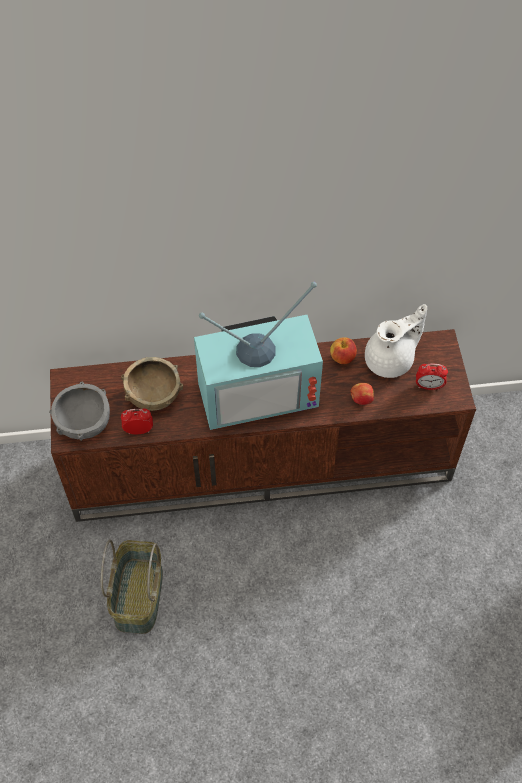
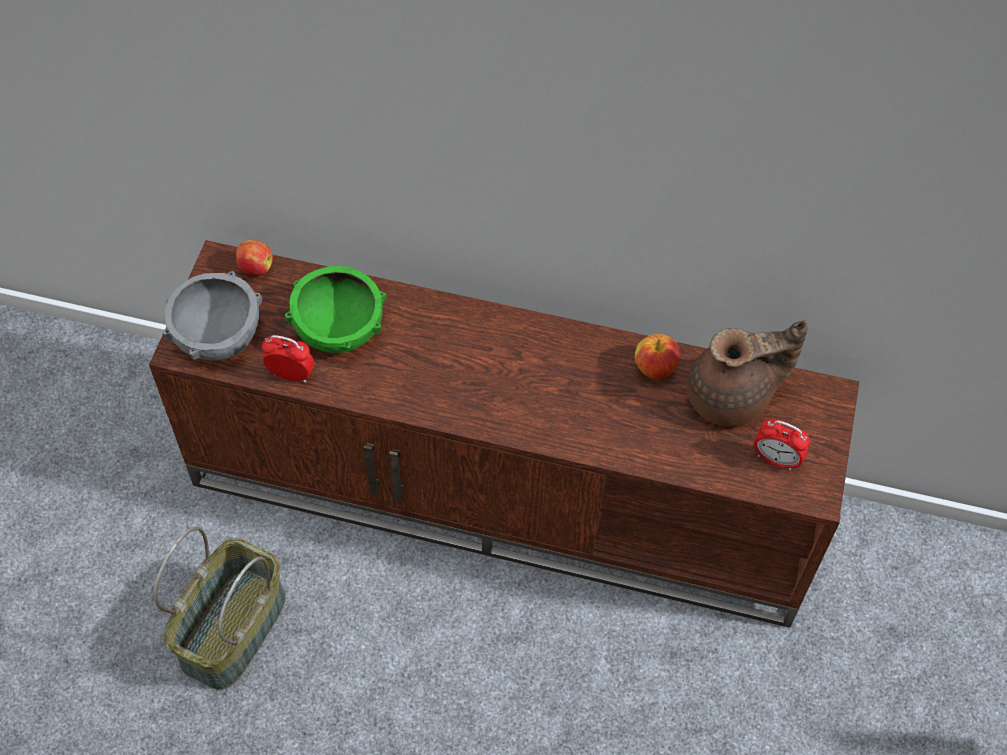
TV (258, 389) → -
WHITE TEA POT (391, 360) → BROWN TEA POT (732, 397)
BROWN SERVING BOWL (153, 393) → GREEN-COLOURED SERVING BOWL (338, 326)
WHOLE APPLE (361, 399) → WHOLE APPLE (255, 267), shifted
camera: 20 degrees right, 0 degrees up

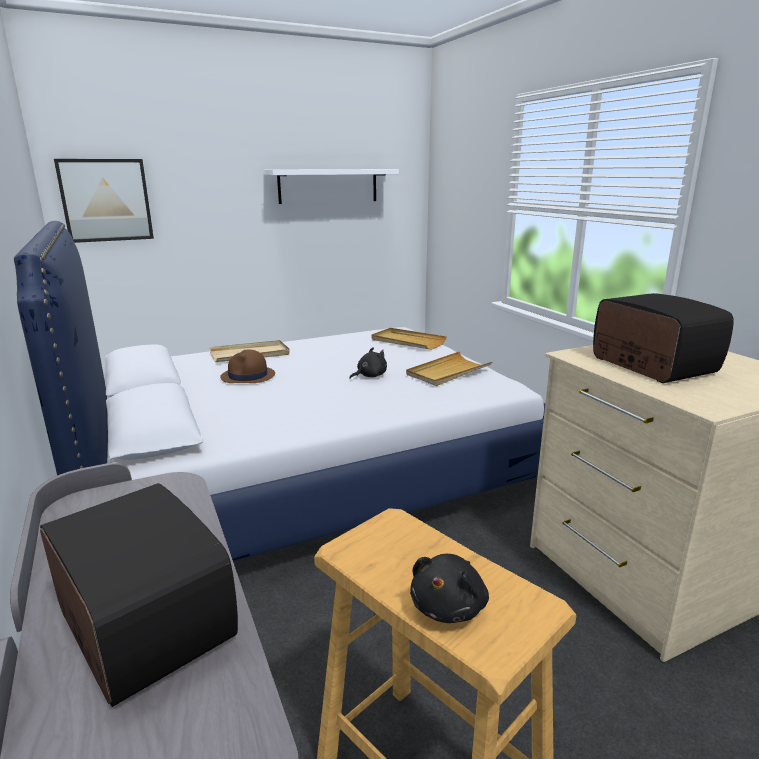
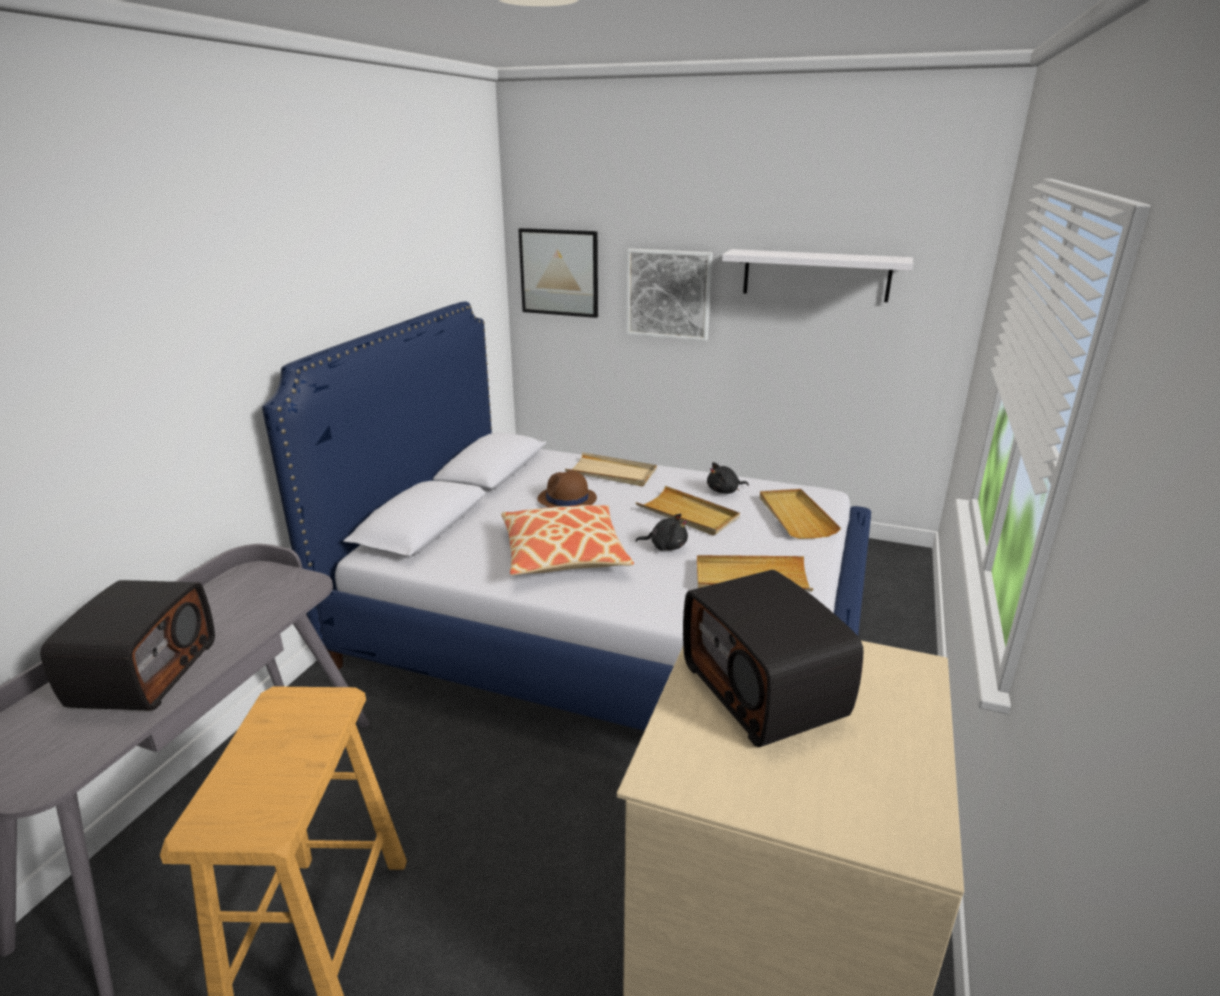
RADIO (650, 365) → RADIO (765, 689), 135 degrees clockwise
BLACK-COLOURED CUDDLY TOY (450, 606) → BLACK-COLOURED CUDDLY TOY (724, 491), shifted
- → WALL PICTURE (668, 294)
- → BEIGE-COLOURED TRAY (688, 514)
- → THROW PILLOW (564, 553)
camera: 45 degrees right, 5 degrees up

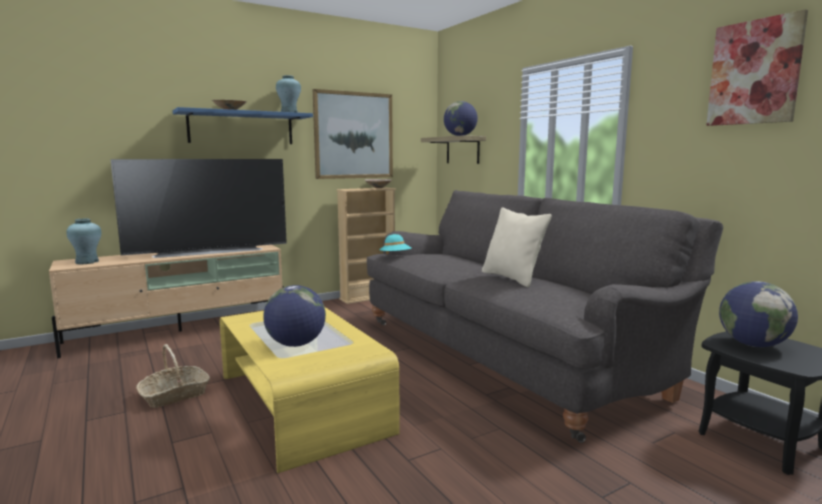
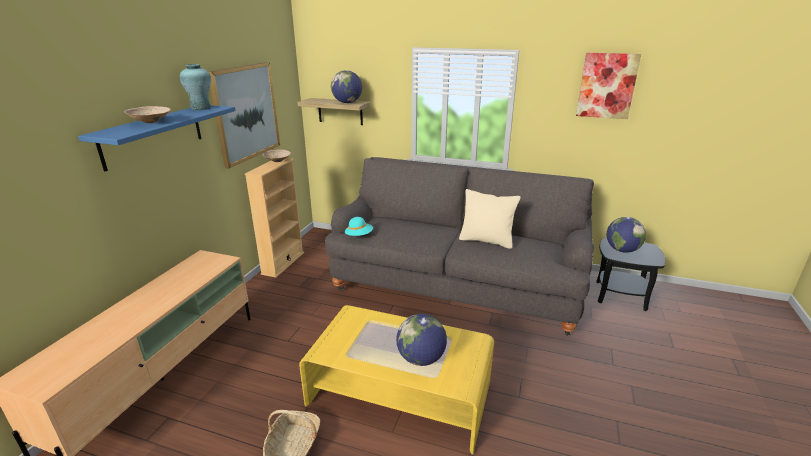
TV (208, 251) → -
TURQUOISE-COLOURED DECORATIVE VASE (87, 262) → -
camera: 40 degrees left, 15 degrees up

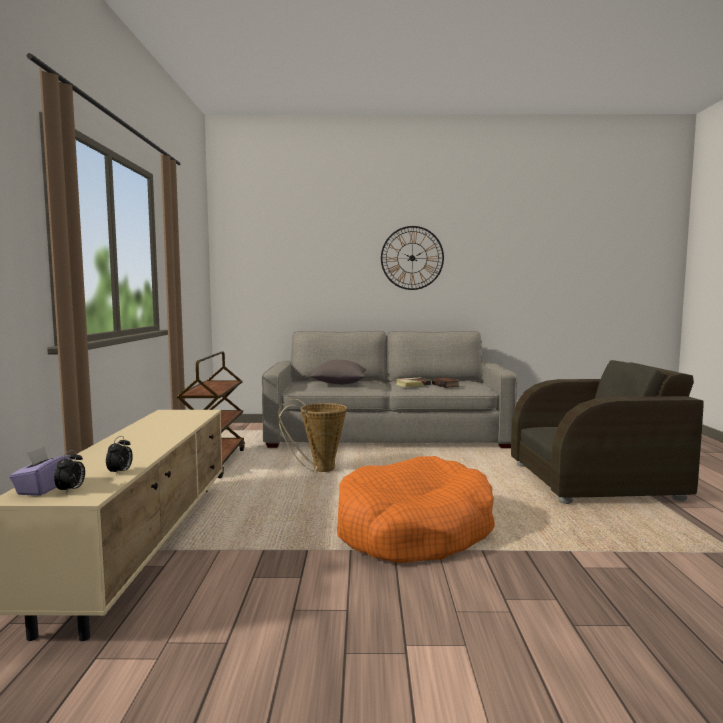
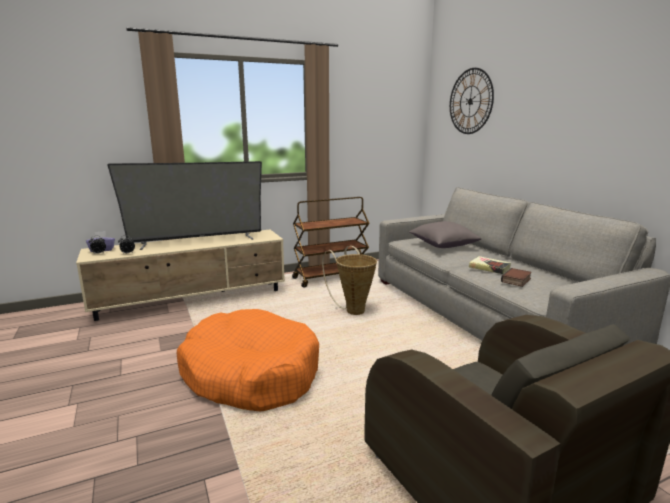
HANGING CLOCK (412, 258) → HANGING CLOCK (470, 101), shifted
- → TV (197, 241)
camera: 65 degrees right, 10 degrees up

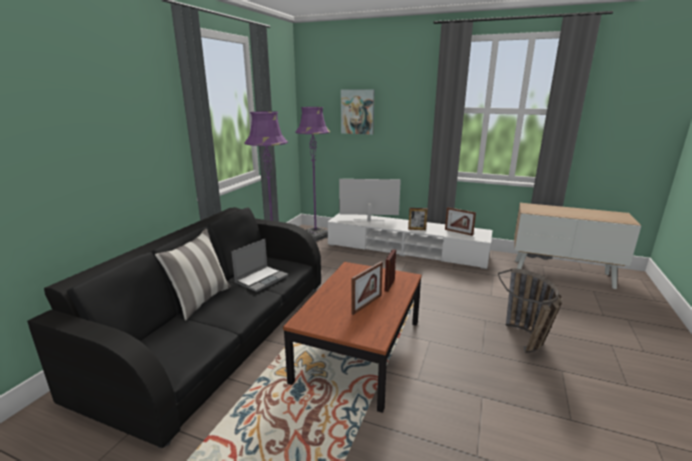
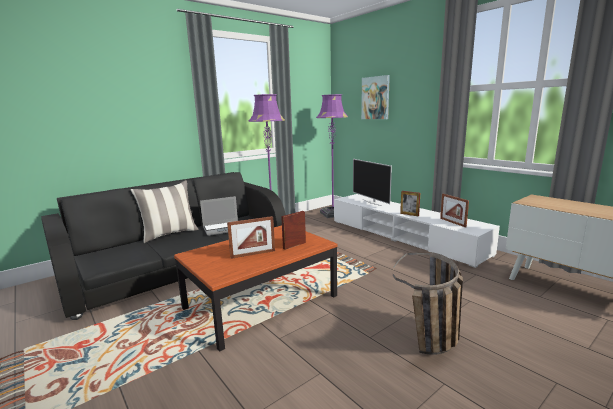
TV (368, 220) → TV (372, 202), 150 degrees counterclockwise
camera: 30 degrees right, 5 degrees down

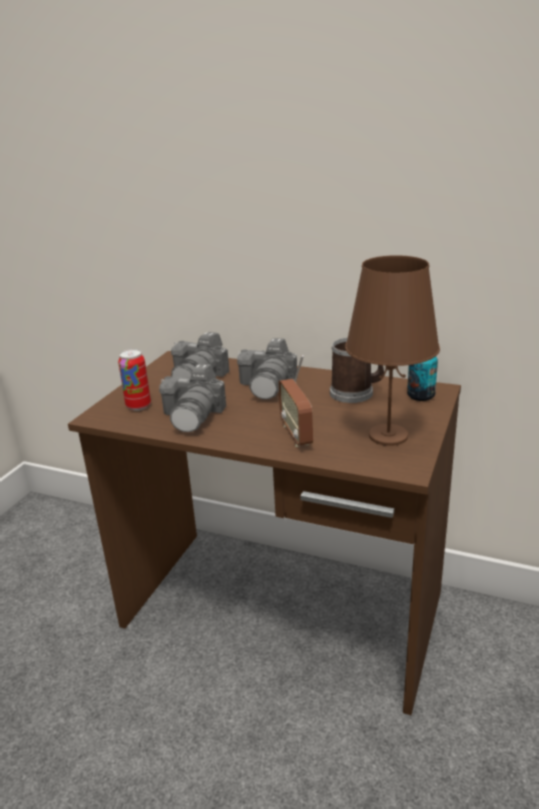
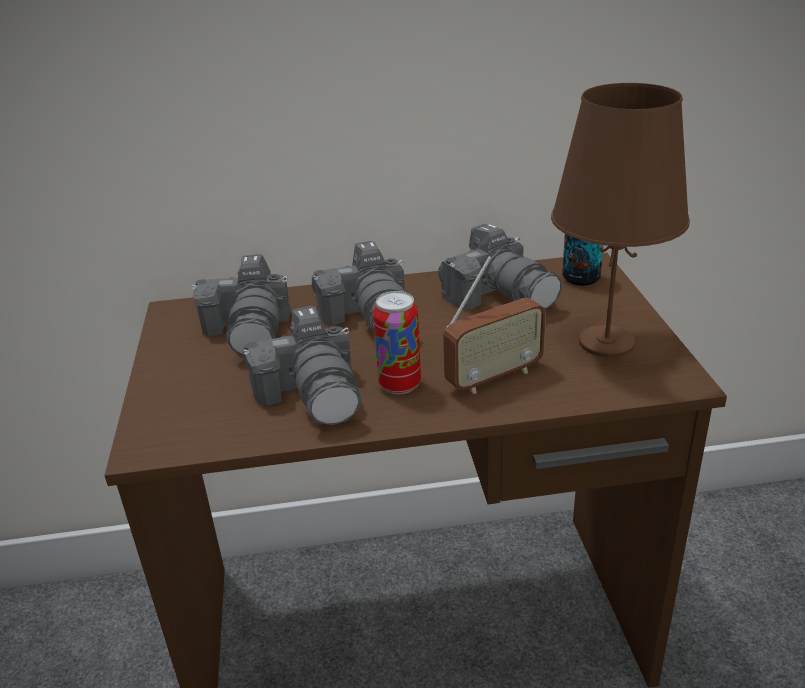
MUG (356, 392) → STILL CAMERA (500, 295)
CAN (138, 406) → CAN (399, 385), shifted
RADIO (296, 435) → RADIO (493, 377), 75 degrees counterclockwise
camera: 30 degrees left, 5 degrees up

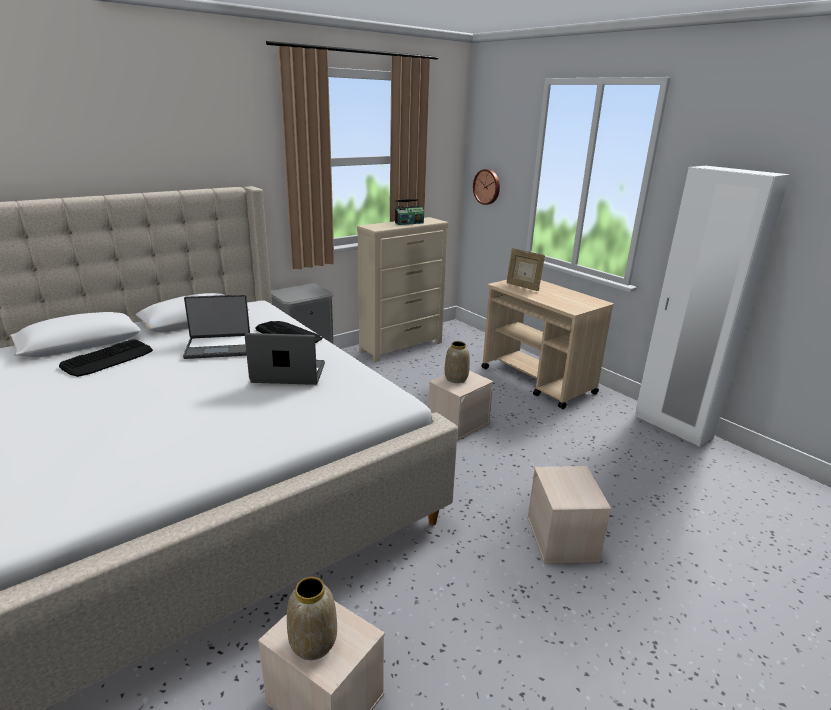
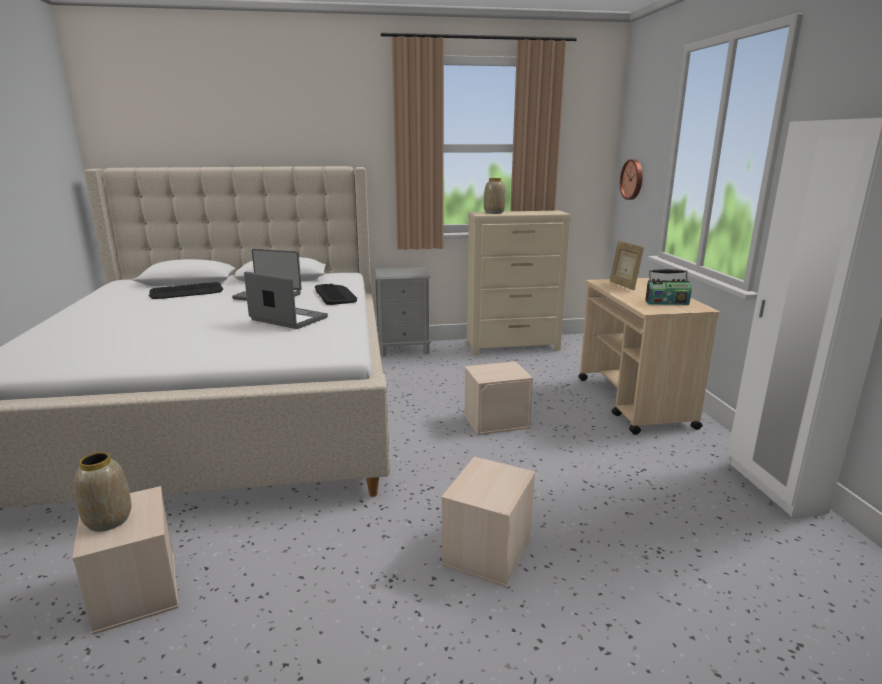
RADIO (409, 223) → RADIO (666, 302), shifted
DECORATIVE VASE (456, 379) → DECORATIVE VASE (494, 213), shifted
camera: 30 degrees right, 5 degrees down

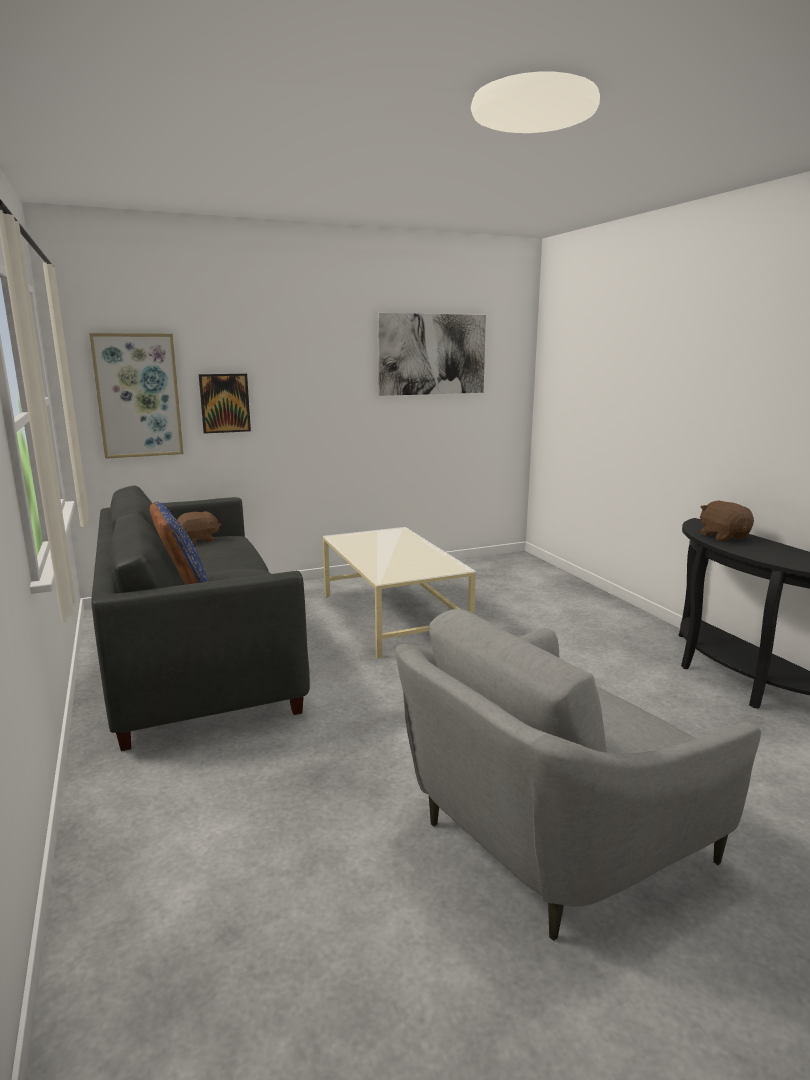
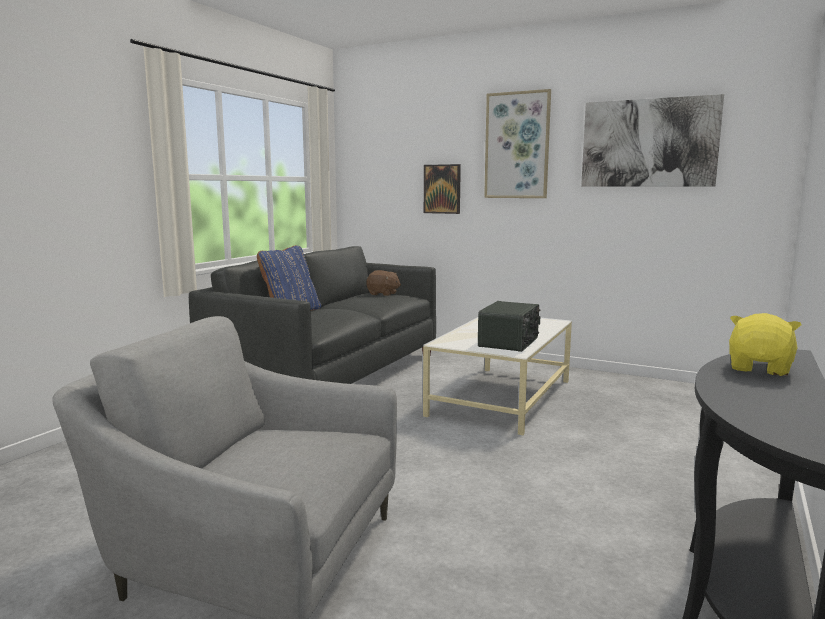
WALL PICTURE (138, 396) → WALL PICTURE (517, 145), shifted
BROWN CUDDLY TOY (723, 536) → YELLOW-COLOURED CUDDLY TOY (760, 368)
- → RADIO (509, 342)
camera: 50 degrees right, 5 degrees down

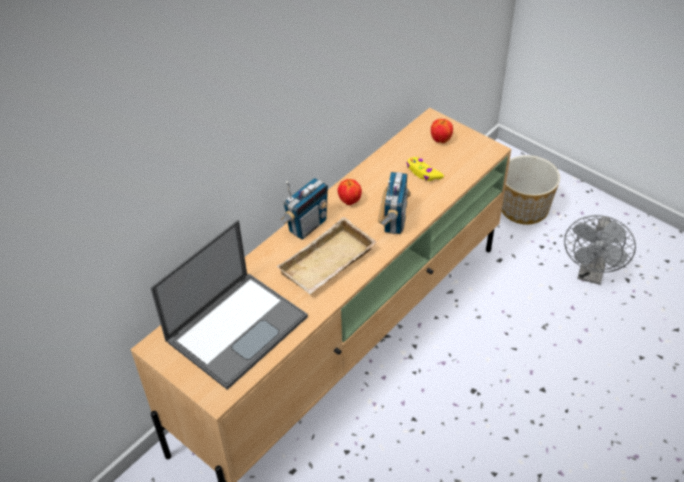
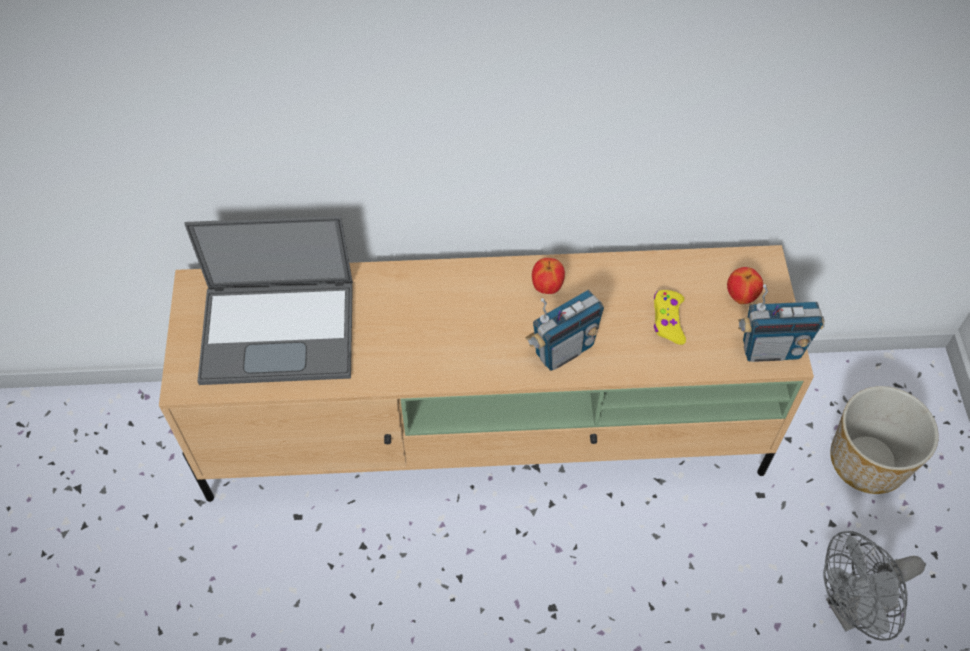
RADIO (307, 226) → RADIO (770, 349), shifted
BEIGE-COLOURED TRAY (328, 264) → -
camera: 45 degrees right, 10 degrees up

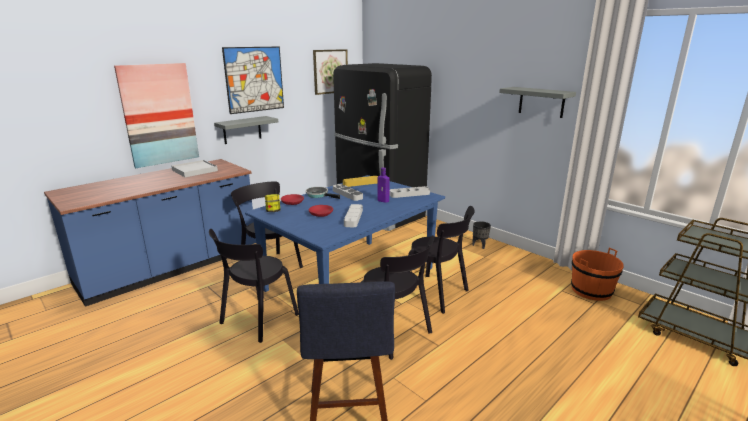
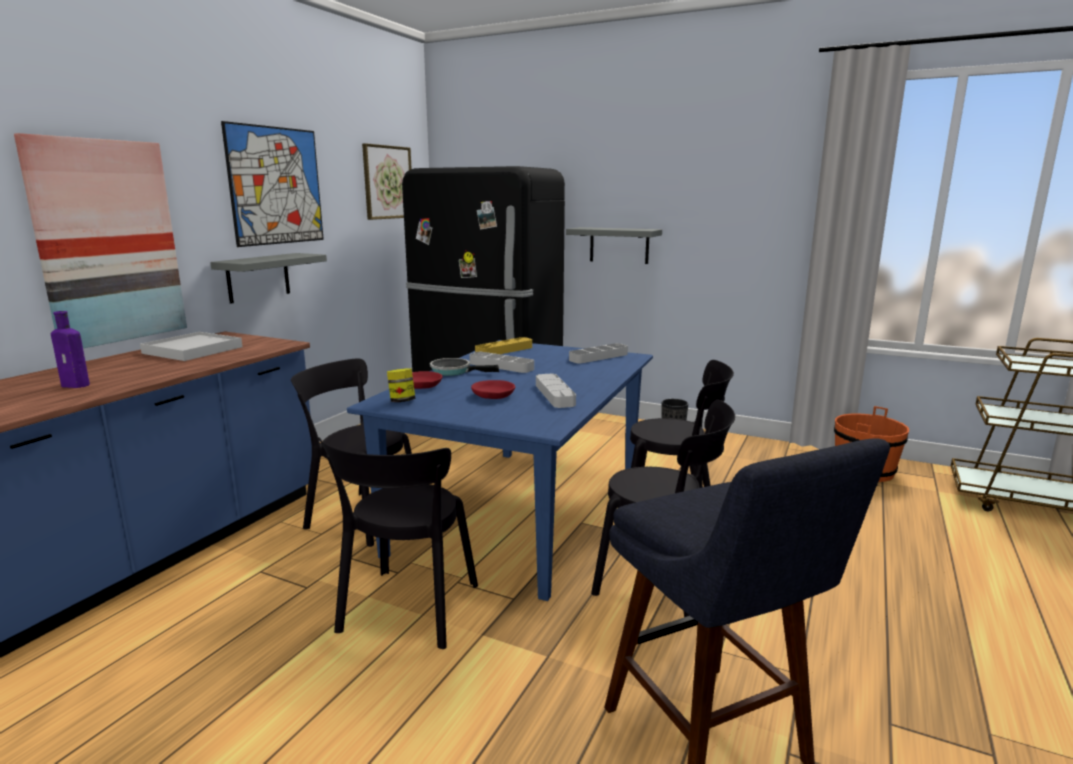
GREYISH BRACKET SHELF (541, 102) → GREYISH BRACKET SHELF (619, 245), shifted
PURPLE-COLOURED BOTTLE (384, 201) → PURPLE-COLOURED BOTTLE (77, 385), shifted
camera: 20 degrees left, 5 degrees down

